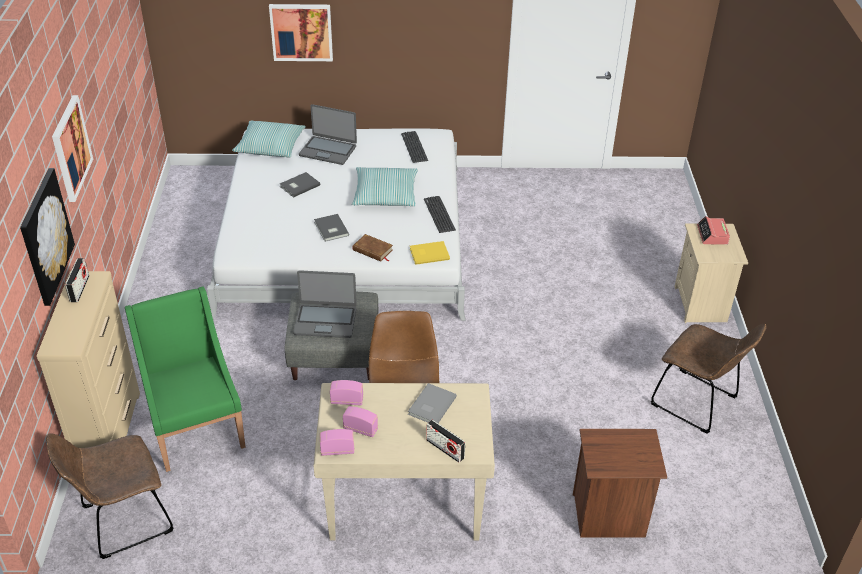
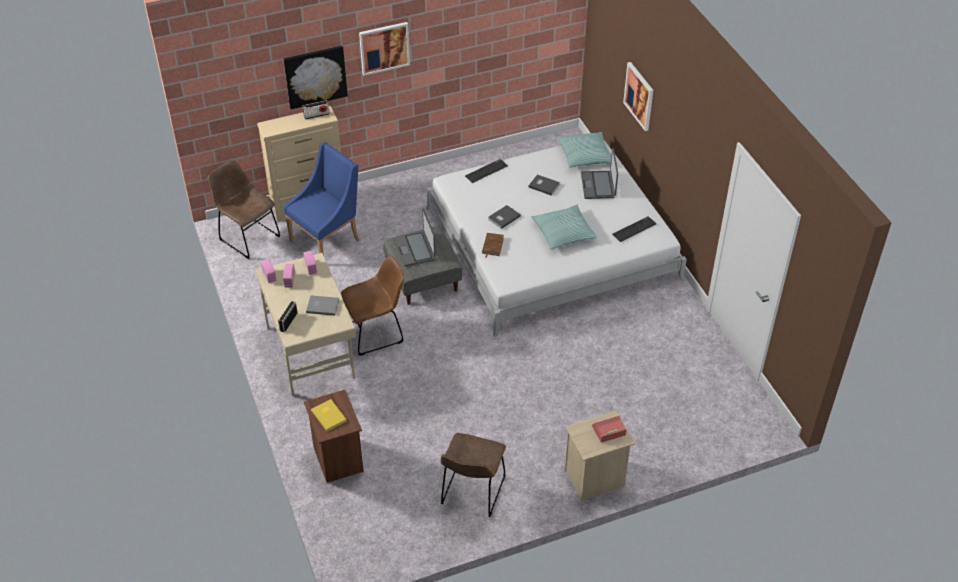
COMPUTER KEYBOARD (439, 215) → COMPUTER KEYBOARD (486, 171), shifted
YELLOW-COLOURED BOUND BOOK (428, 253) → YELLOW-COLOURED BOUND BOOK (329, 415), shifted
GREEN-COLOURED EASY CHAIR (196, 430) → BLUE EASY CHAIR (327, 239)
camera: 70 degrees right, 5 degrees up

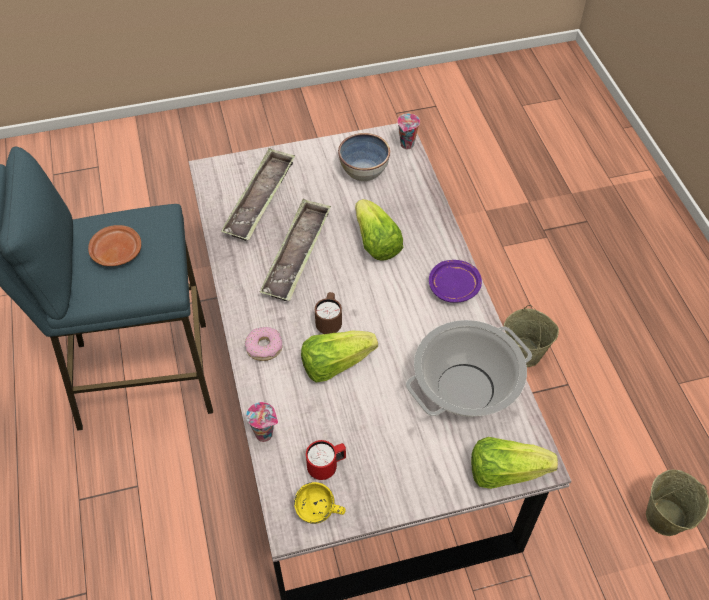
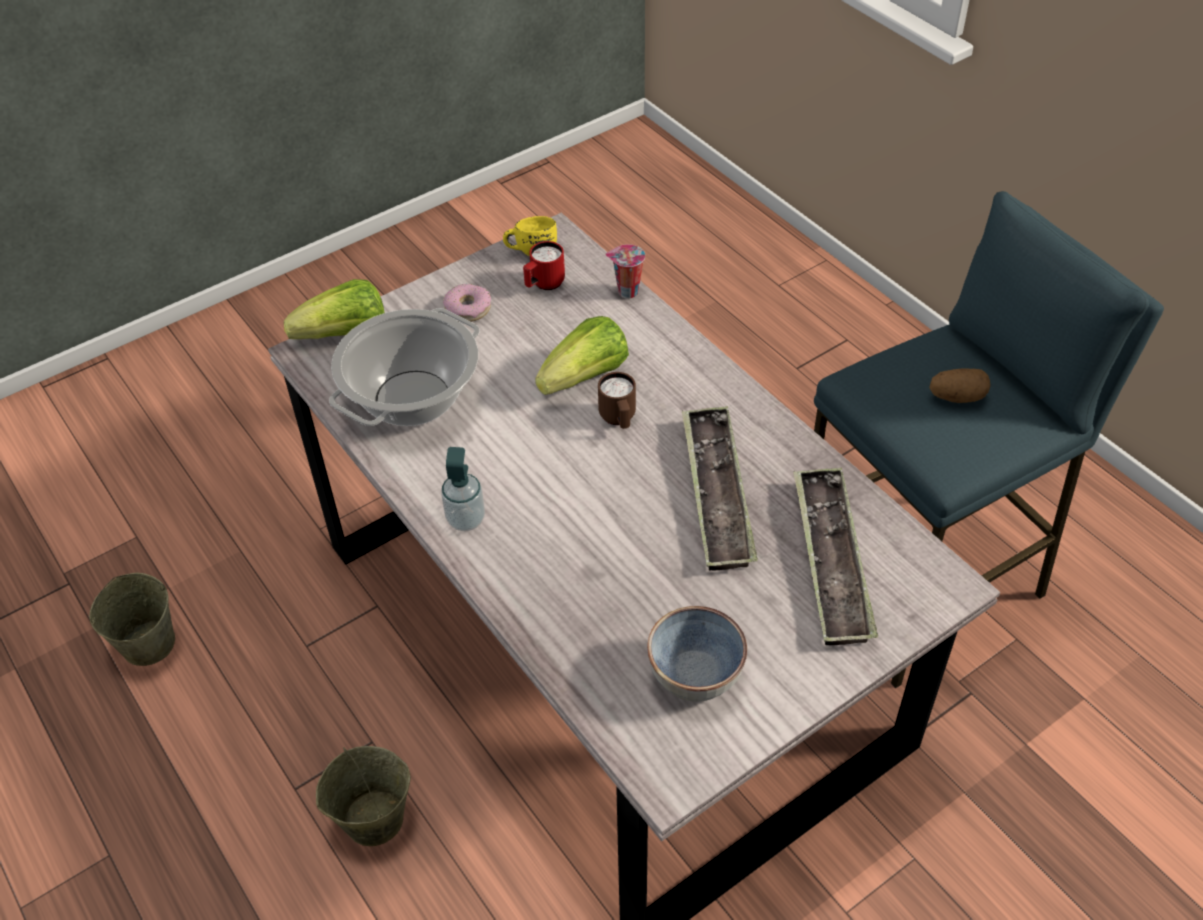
CUP (407, 145) → -
HEAD OF LETTUCE (376, 243) → -
BROWN FLAT DISH (116, 252) → POTATO (957, 397)
PURPLE-COLOURED FLAT DISH (454, 286) → SOAP BOTTLE (466, 519)
RING DOUGHNUT (264, 347) → RING DOUGHNUT (468, 308), shifted
camera: 160 degrees right, 5 degrees down

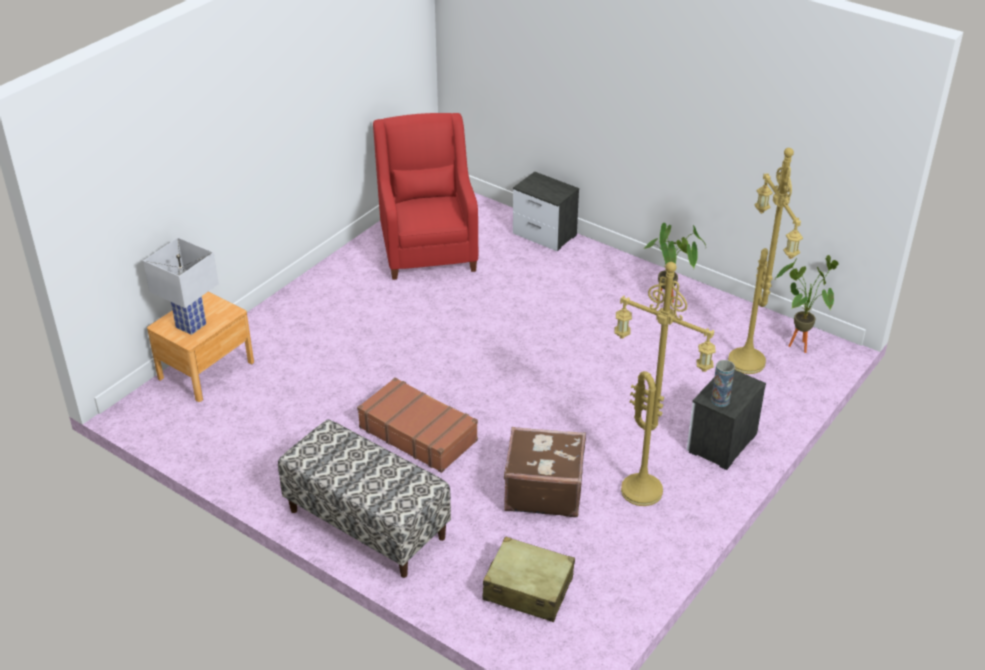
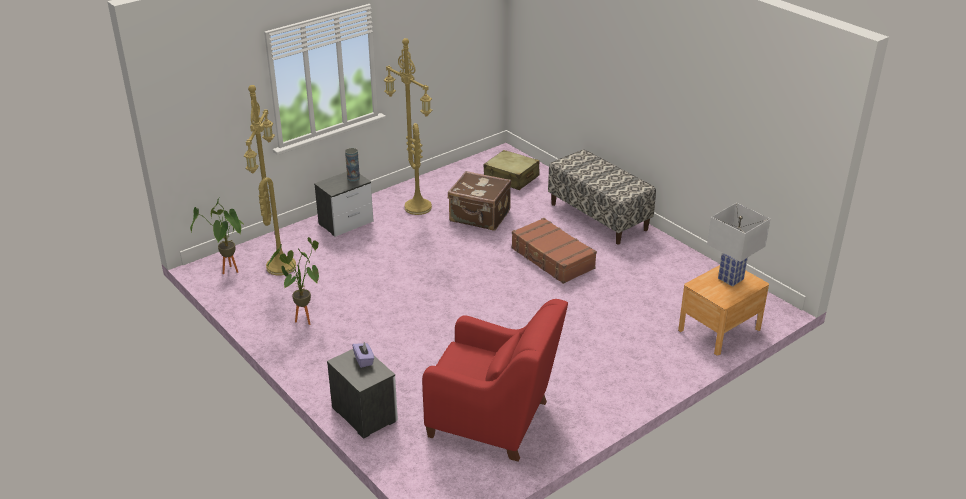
REDDISH EASY CHAIR (428, 247) → REDDISH EASY CHAIR (494, 420), 75 degrees counterclockwise
- → PURPLE-COLOURED TISSUE BOX (364, 360)
camera: 165 degrees left, 5 degrees down

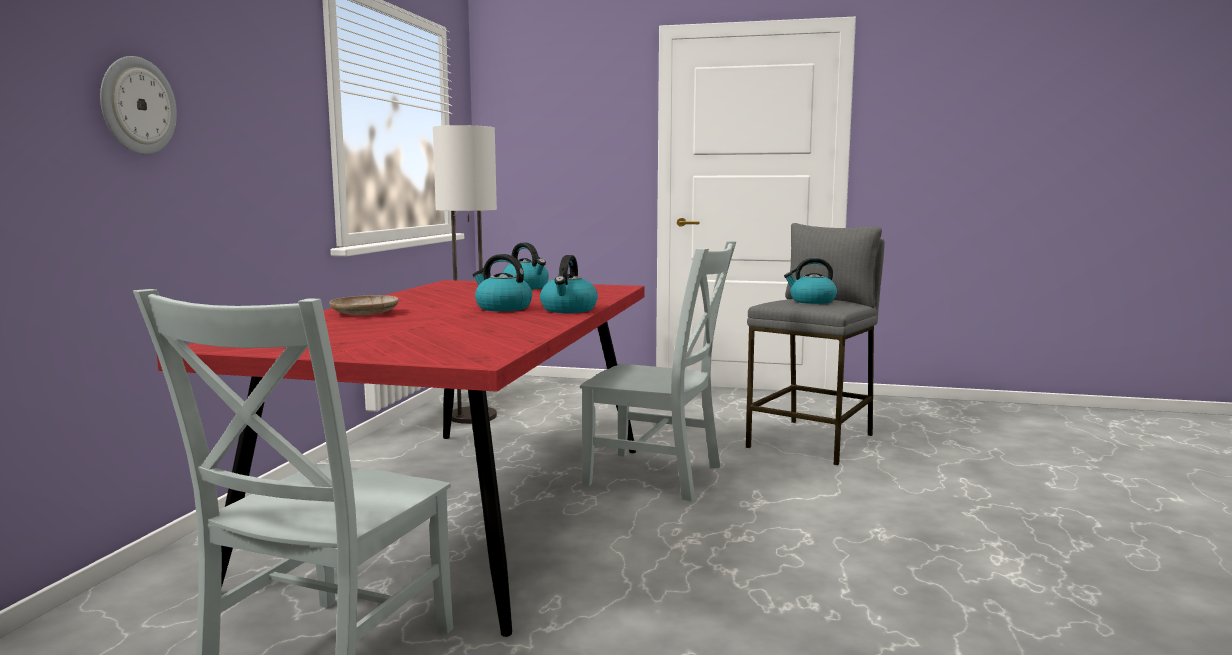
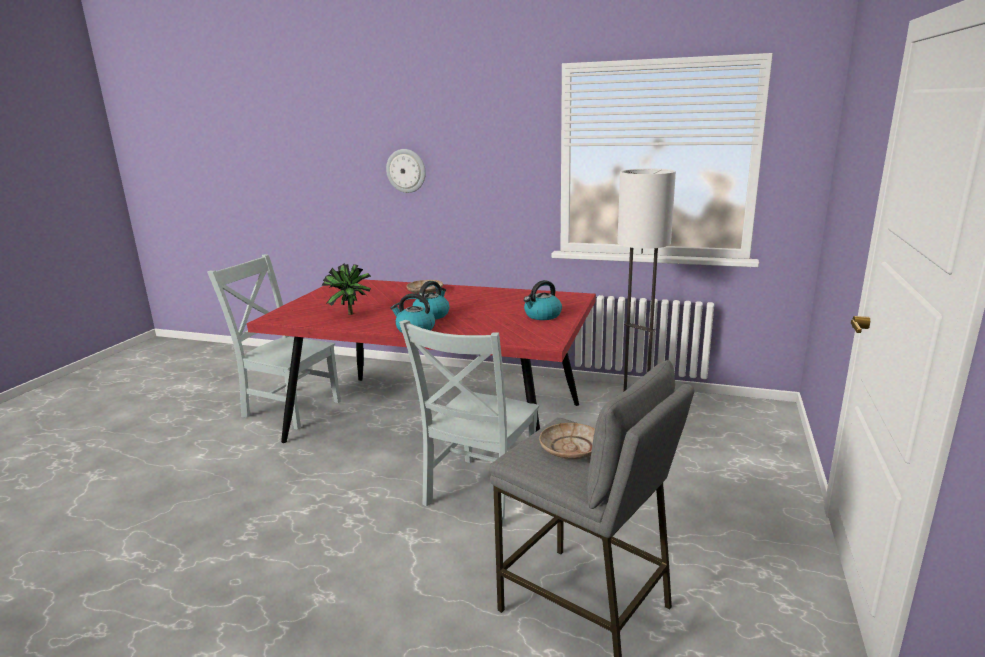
WATER KETTLE (811, 301) → BEIGE-COLOURED FLAT DISH (571, 449)
- → POTTED PLANT (351, 315)
camera: 95 degrees right, 10 degrees up

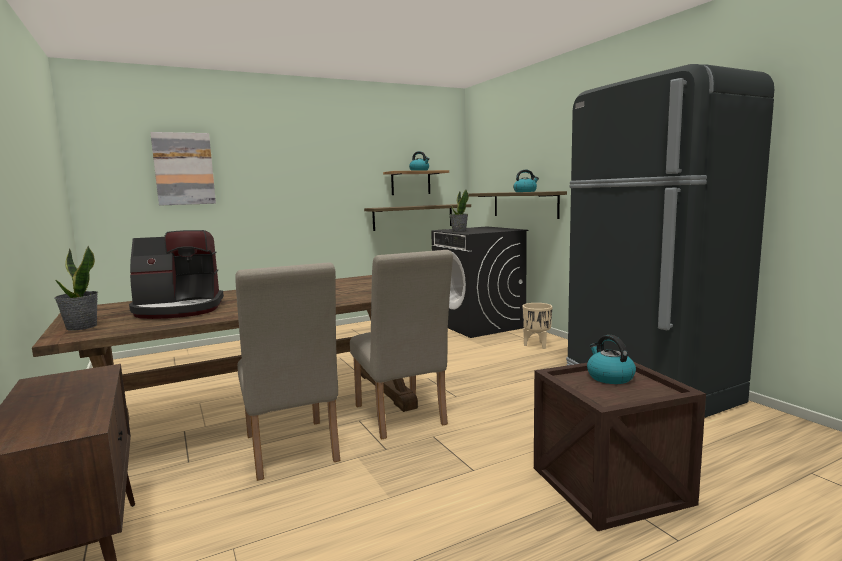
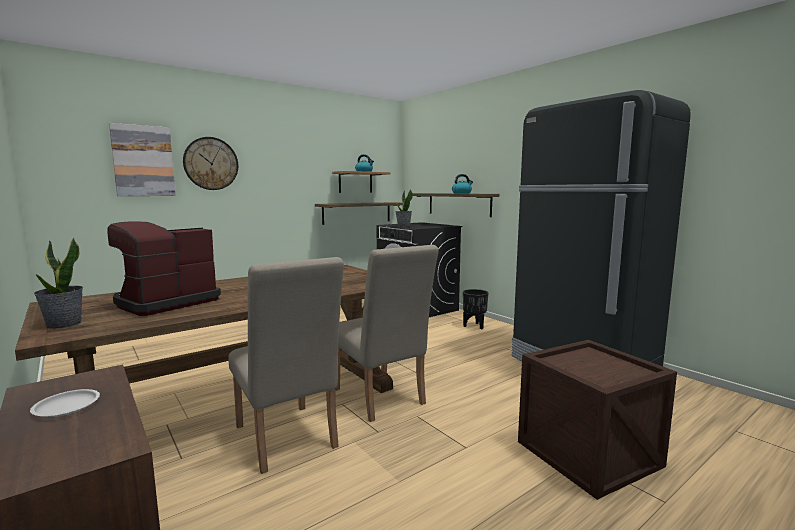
COFFEE MAKER (179, 309) → COFFEE MAKER (165, 302), 150 degrees clockwise
BEIGE-COLOURED FLOWER POT (537, 345) → BLACK-COLOURED FLOWER POT (474, 326)
WATER KETTLE (609, 377) → -
- → HANGING CLOCK (211, 163)
- → WHITE FLAT DISH (67, 407)
camera: 10 degrees left, 0 degrees up

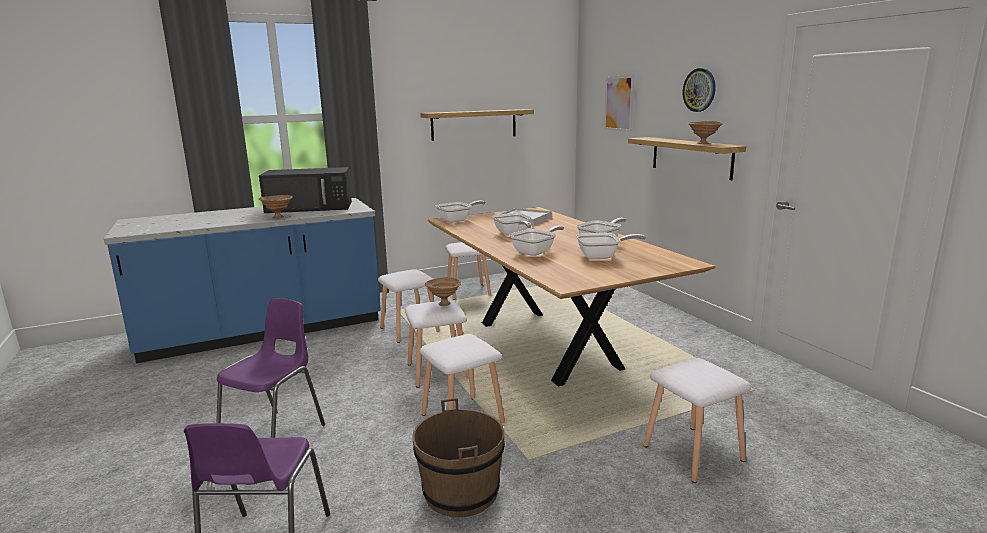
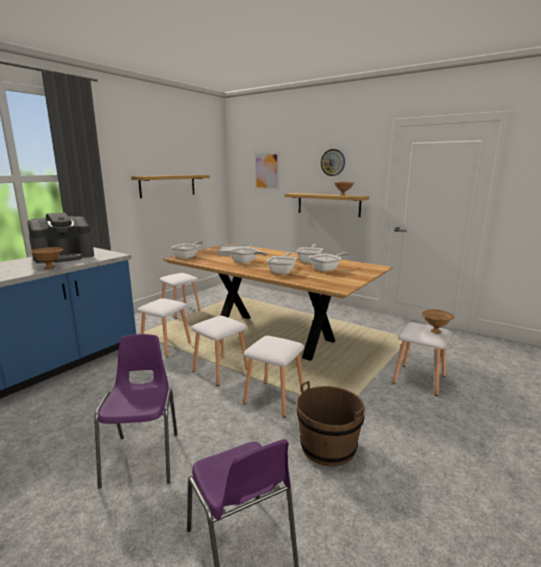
BLACK-COLOURED MICROWAVE (311, 207) → COFFEE MAKER (64, 257)
BROWN SERVING BOWL (443, 304) → BROWN SERVING BOWL (435, 332), shifted
camera: 30 degrees left, 0 degrees up

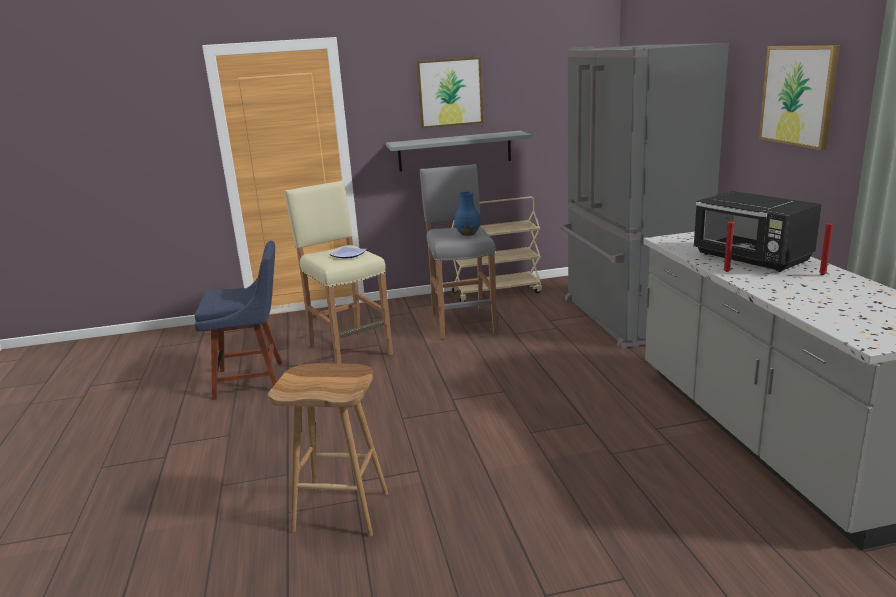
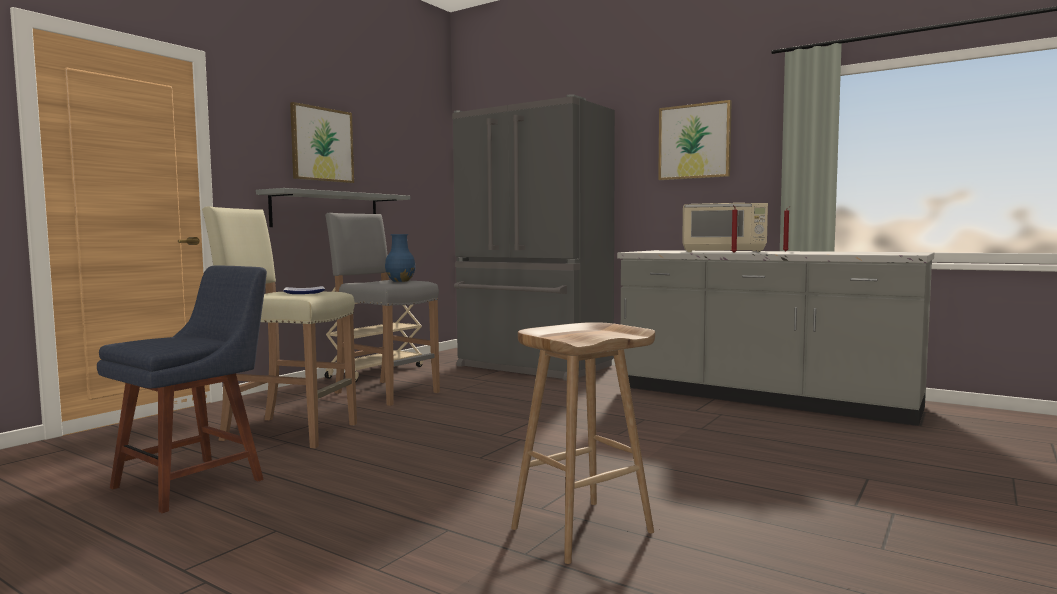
BLACK-COLOURED MICROWAVE (752, 259) → BEIGE-COLOURED MICROWAVE (723, 251)
camera: 45 degrees left, 15 degrees down

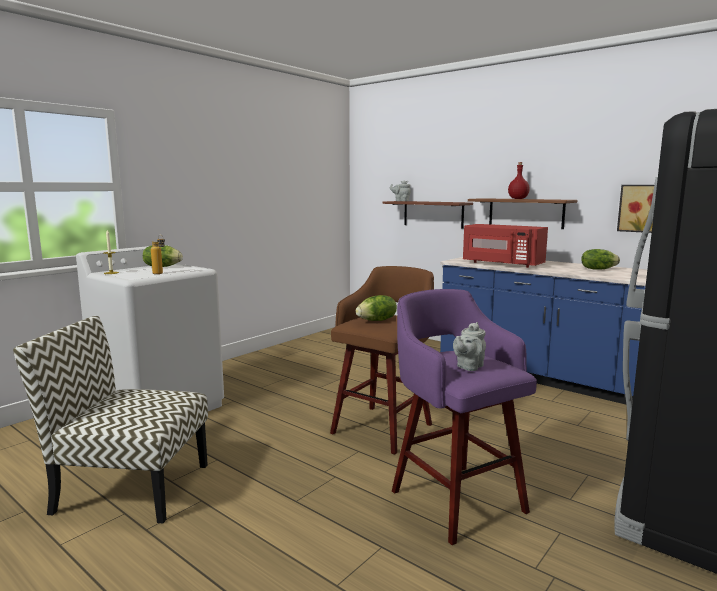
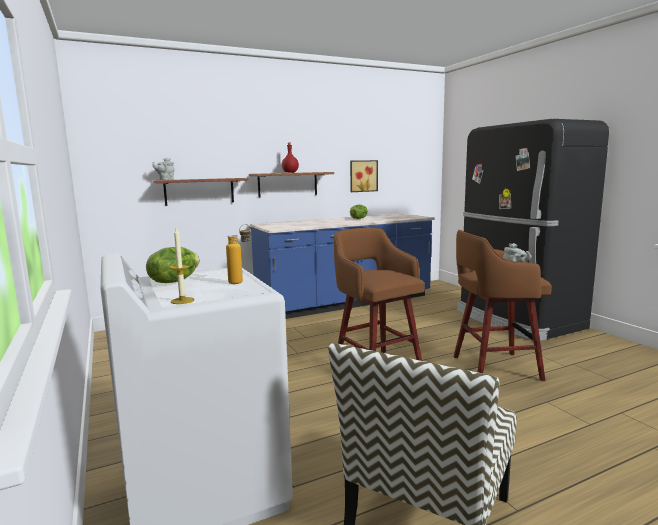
REDDISH MICROWAVE (501, 264) → -
PURPLE-COLOURED STOOL (455, 499) → BROWN STOOL (493, 368)
HEAD OF LETTUCE (377, 320) → -
camera: 65 degrees left, 0 degrees up

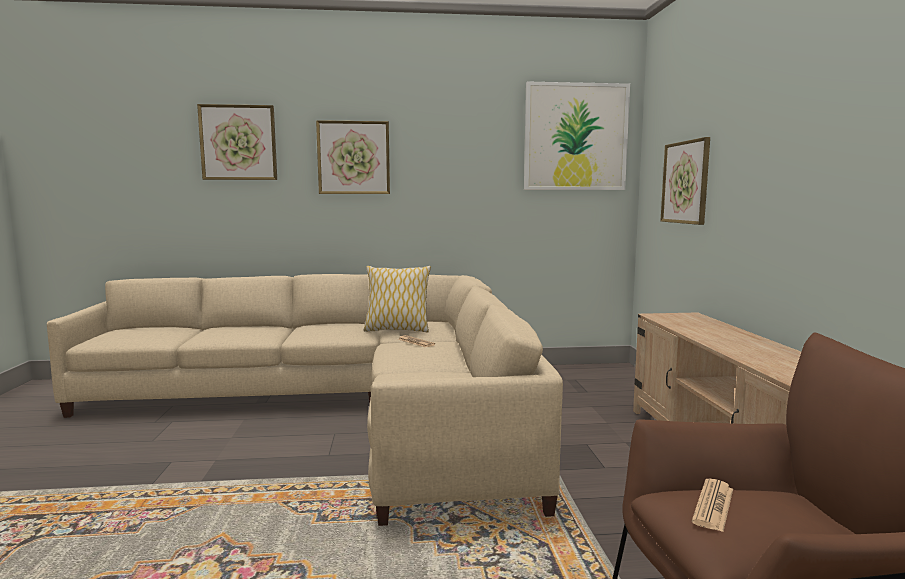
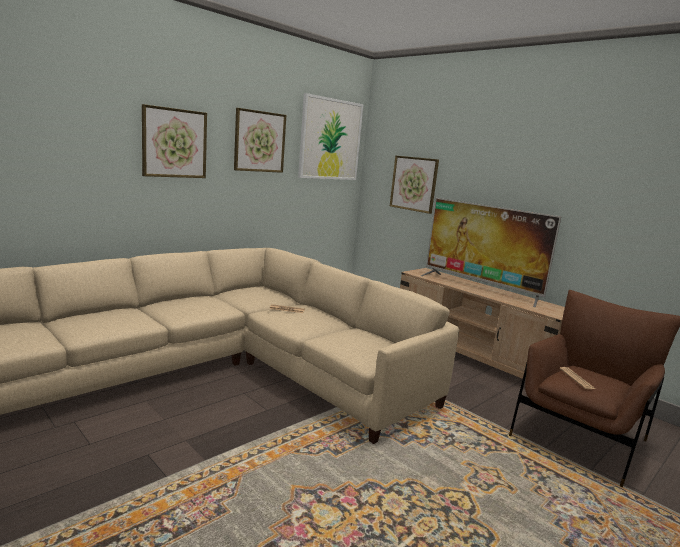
WALL PICTURE (238, 143) → WALL PICTURE (259, 141), shifted
THROW PILLOW (397, 330) → -
- → TV (480, 288)
camera: 40 degrees left, 5 degrees up

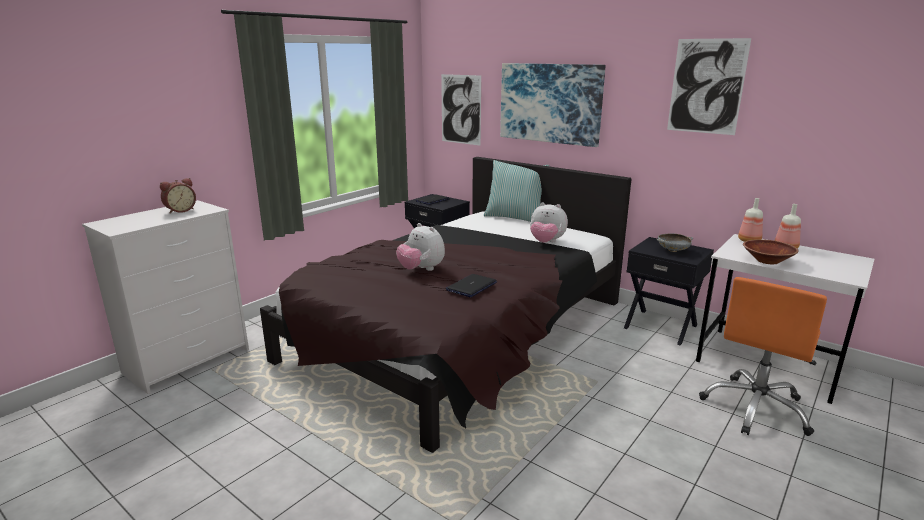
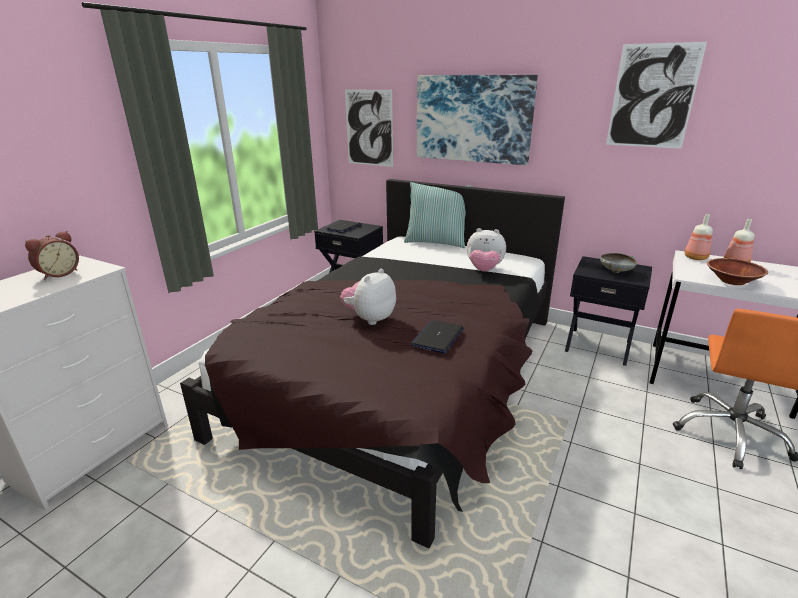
CUDDLY TOY (421, 269) → CUDDLY TOY (370, 318), 90 degrees clockwise
camera: 10 degrees left, 5 degrees up

